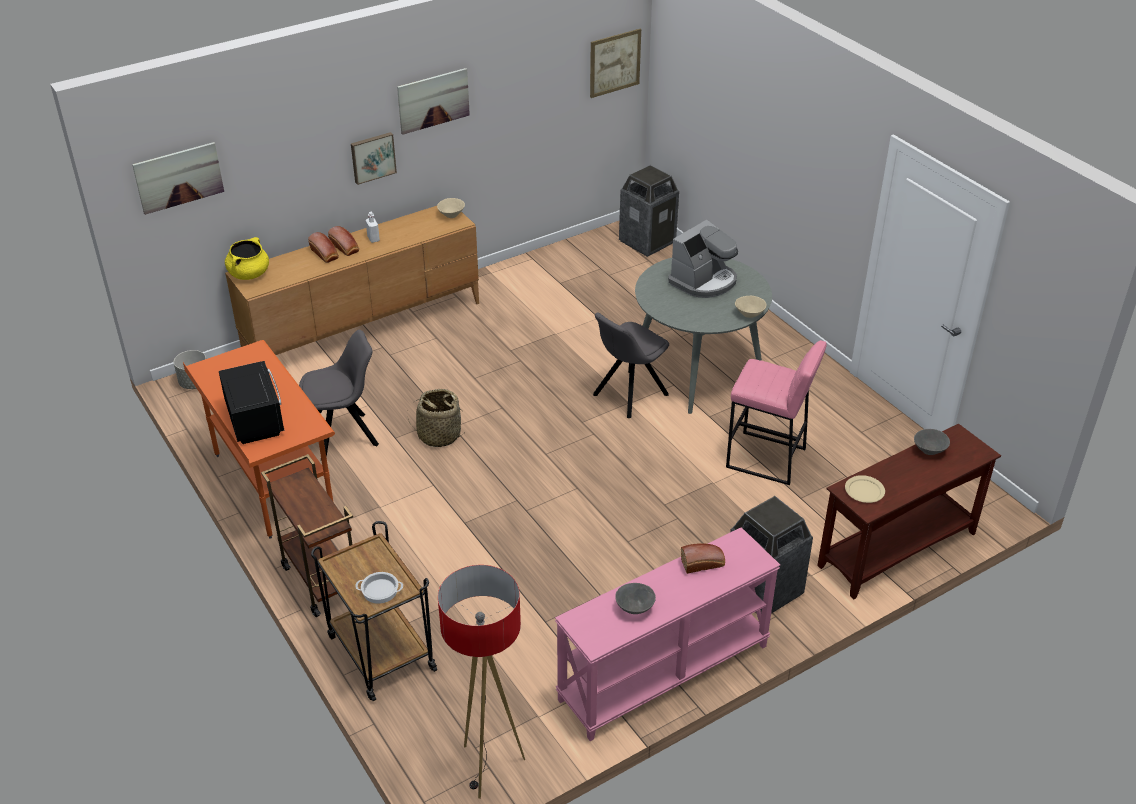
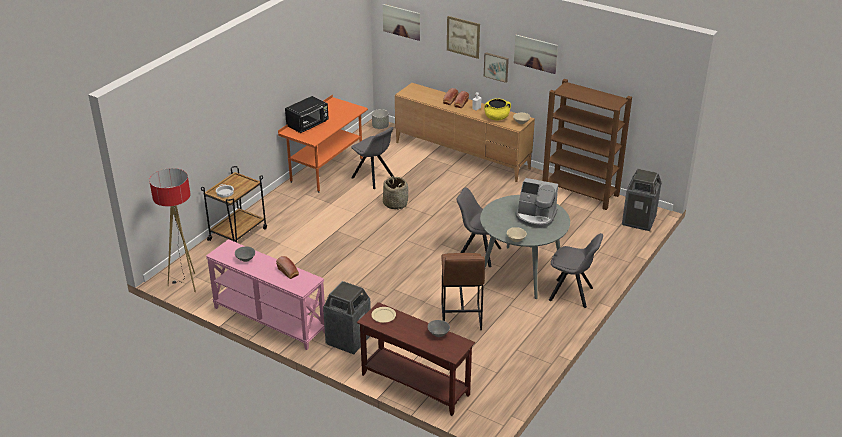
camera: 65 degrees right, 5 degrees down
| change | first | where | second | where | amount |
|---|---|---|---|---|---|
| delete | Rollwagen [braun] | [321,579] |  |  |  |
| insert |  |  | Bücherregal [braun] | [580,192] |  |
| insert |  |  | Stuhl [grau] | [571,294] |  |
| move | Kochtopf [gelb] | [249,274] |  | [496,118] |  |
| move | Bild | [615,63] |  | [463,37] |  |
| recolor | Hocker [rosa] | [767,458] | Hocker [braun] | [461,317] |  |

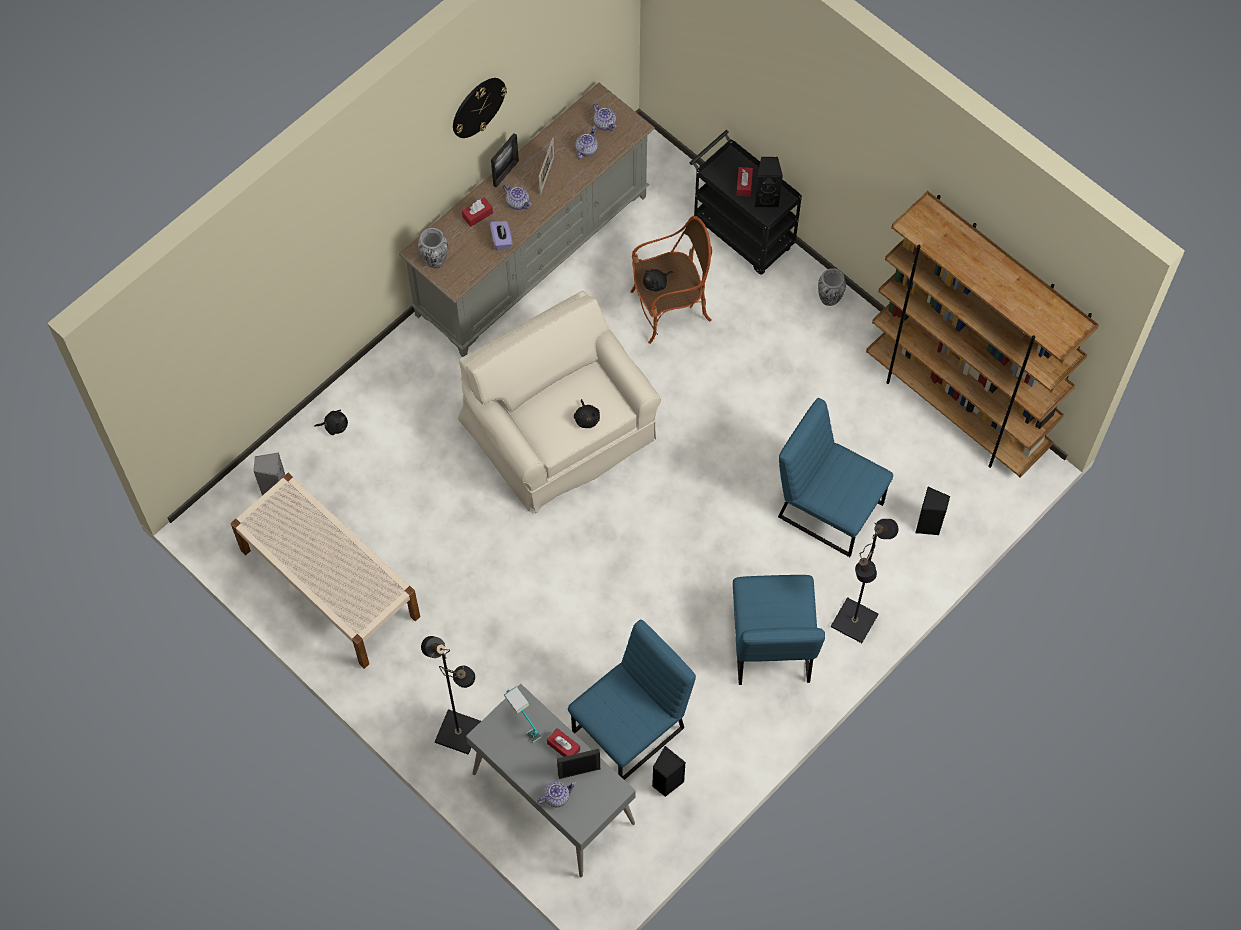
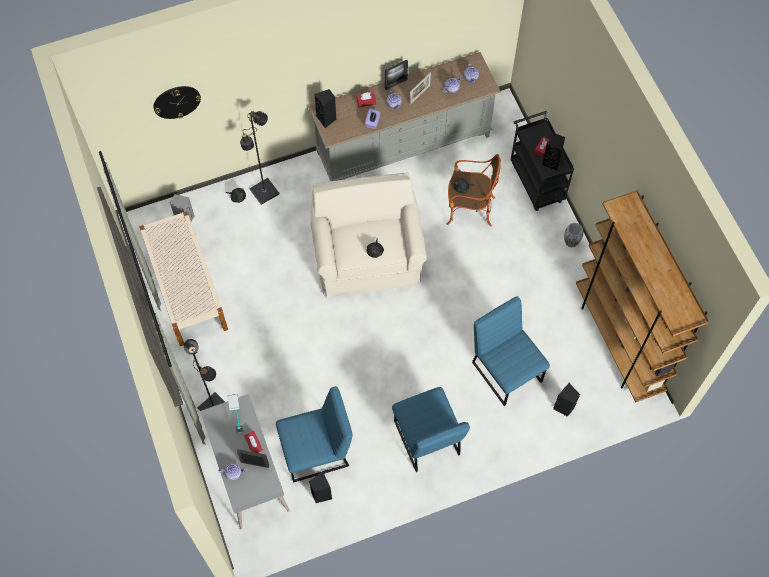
camera: 25 degrees right, 0 degrees up
| change | first | where | second | where | amount |
|---|---|---|---|---|---|
| move | Wanduhr | [478,107] |  | [176,101] |  |
| move | Stehlampe [schwarz] | [854,621] |  | [264,191] |  |
| replace | Vase | [435,261] | Lautsprecher [schwarz] | [327,119] |  |
| rotate | Stuhl [blau] | [771,647] |  | [427,440] | 45 degrees counterclockwise |

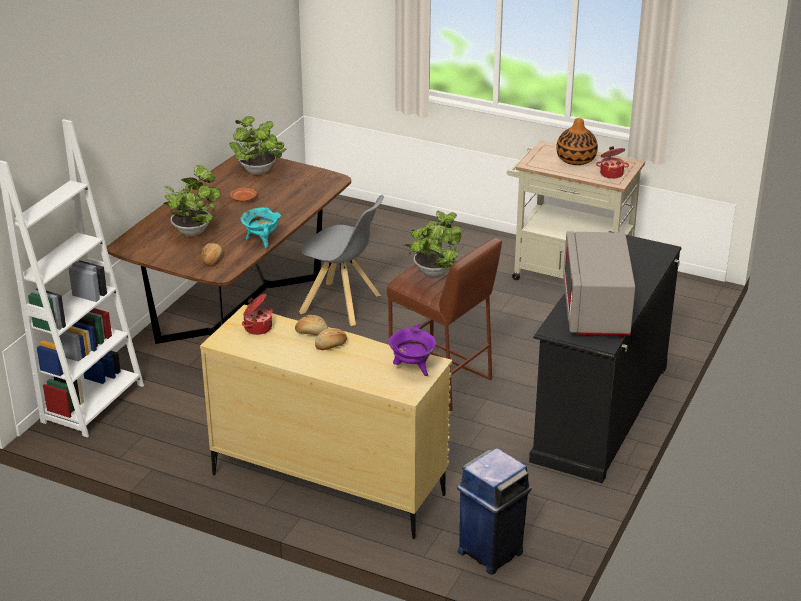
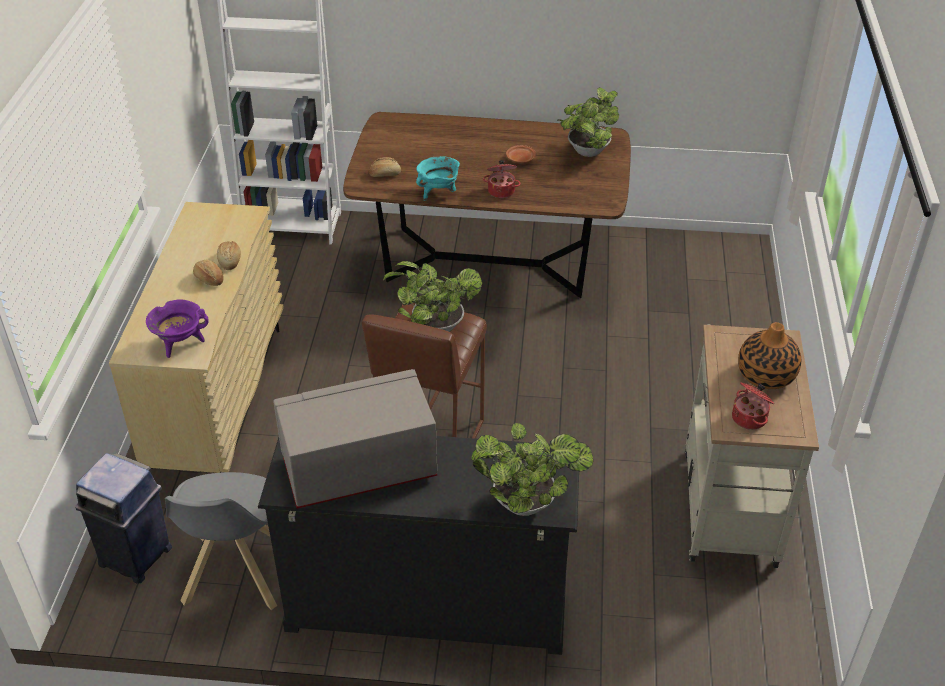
camera: 70 degrees right, 10 degrees up
| change | first | where | second | where | amount |
|---|---|---|---|---|---|
| move | Topfpflanze | [193,230] |  | [529,503] |  |
| move | Kochtopf | [257,327] |  | [501,191] |  |
| move | Stuhl [grau] | [342,304] |  | [235,574] |  |

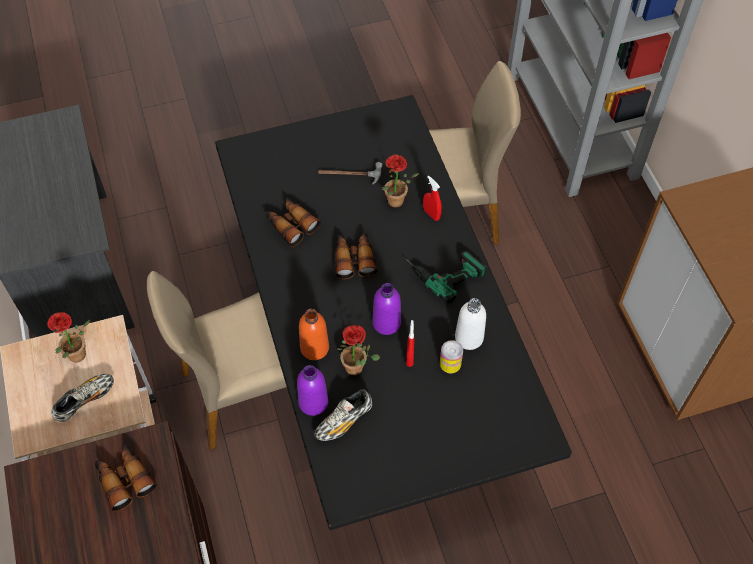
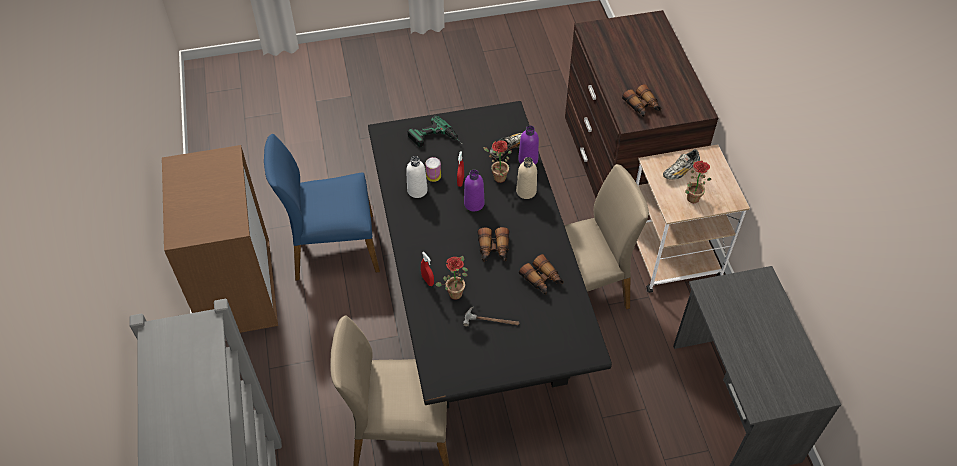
camera: 175 degrees left, 5 degrees down
| change | first | where | second | where | amount |
|---|---|---|---|---|---|
| insert |  |  | Stuhl [blau] | [333,247] |  |
| move | Bohrmaschine | [443,270] |  | [436,140] |  |
| recolor | Flasche [orange] | [314,348] | Flasche [beige] | [526,191] |  |

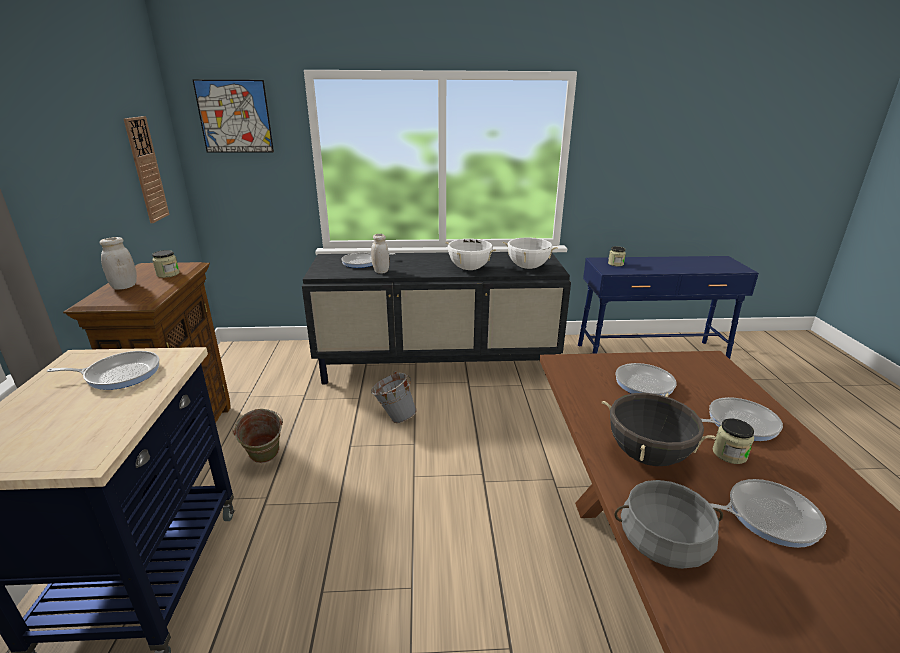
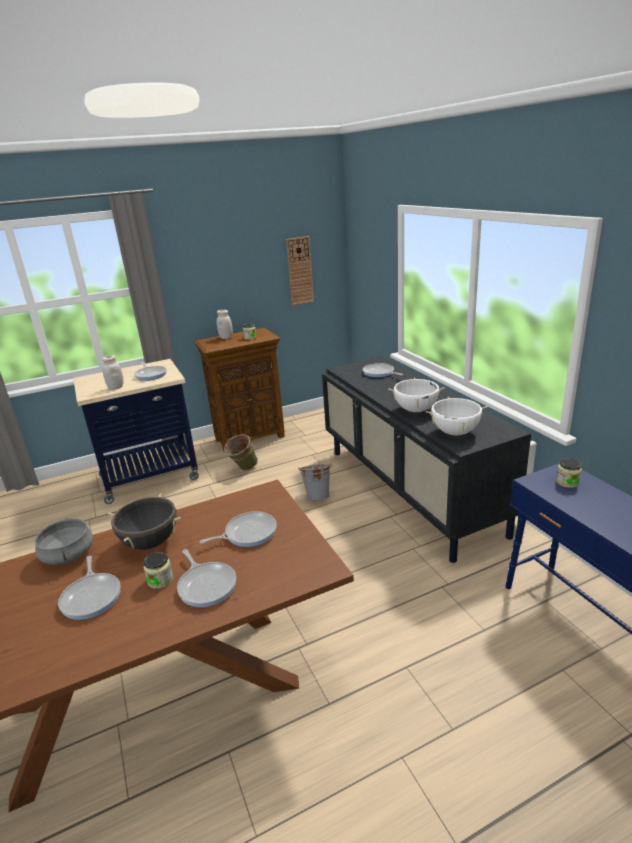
camera: 70 degrees right, 0 degrees up
| change | first | where | second | where | amount |
|---|---|---|---|---|---|
| delete | Bild | [234,117] |  |  |  |
| move | Vorratsglas [weiß] | [381,271] |  | [116,387] |  |

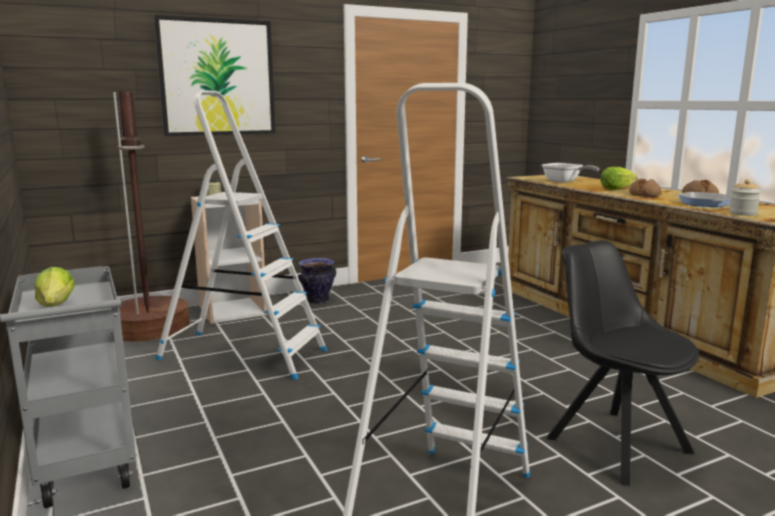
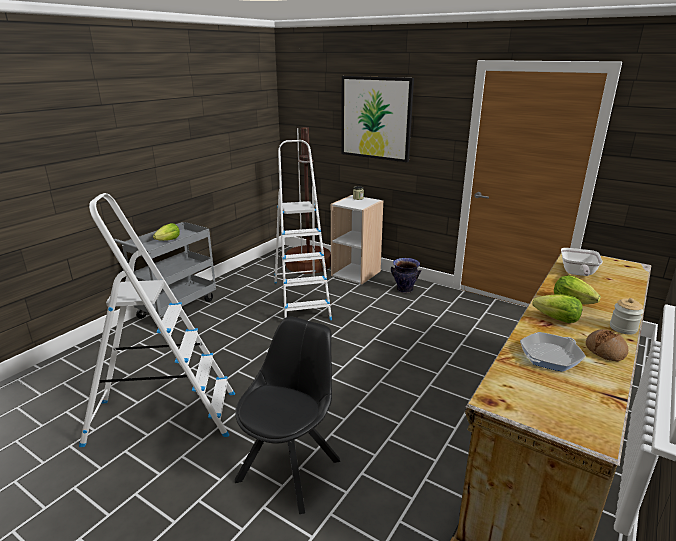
camera: 60 degrees right, 10 degrees up
| change | first | where | second | where | amount |
|---|---|---|---|---|---|
| move | Vorratsglas | [742,213] |  | [623,328] |  |
| replace | Brot | [644,195] | Salatkopf | [557,319] |  |

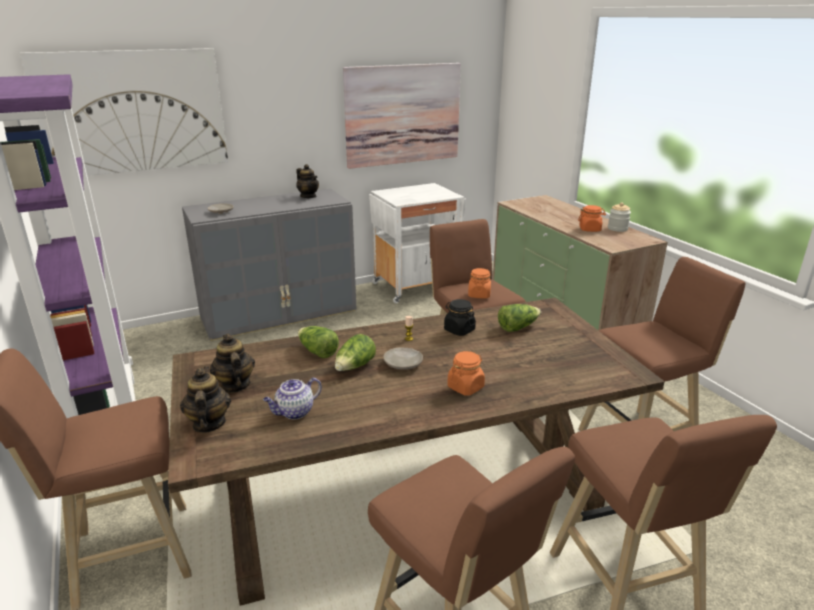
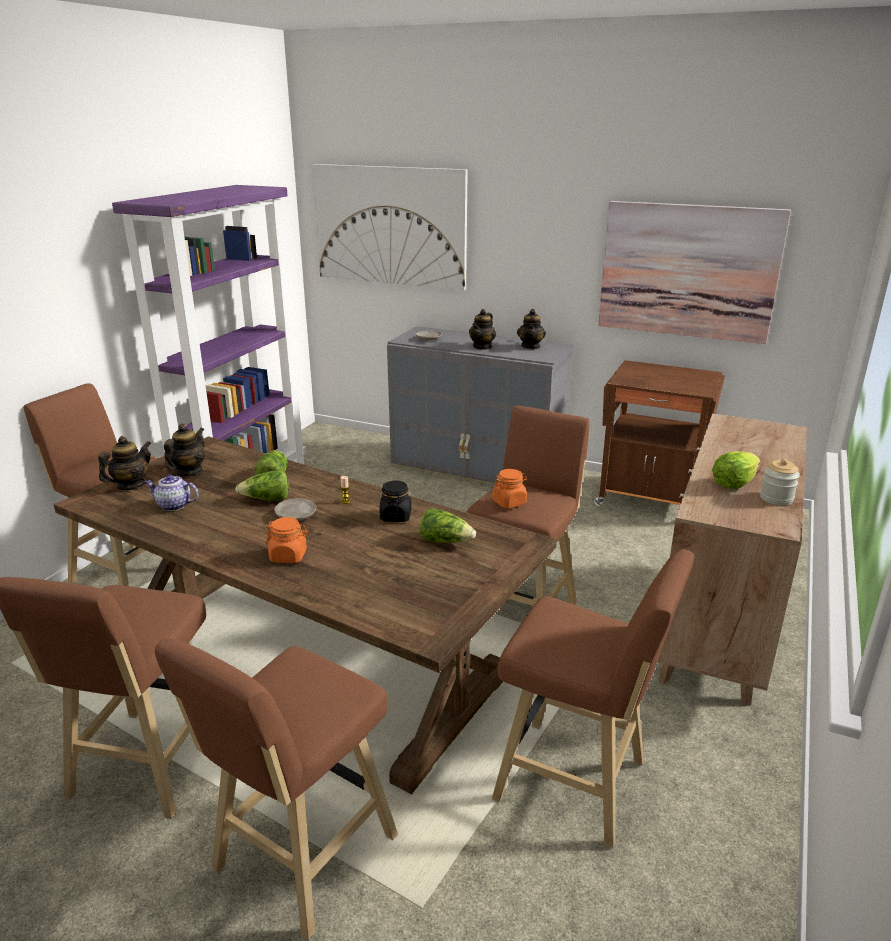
camera: 50 degrees right, 0 degrees up
| change | first | where | second | where | amount |
|---|---|---|---|---|---|
| insert |  |  | Teekanne | [482,347] |  |
| replace | Vorratsglas [orange] | [590,229] | Salatkopf | [733,484] |  |
| recolor | Rollwagen [weiß] | [415,286] | Rollwagen [braun] | [650,499] |  |

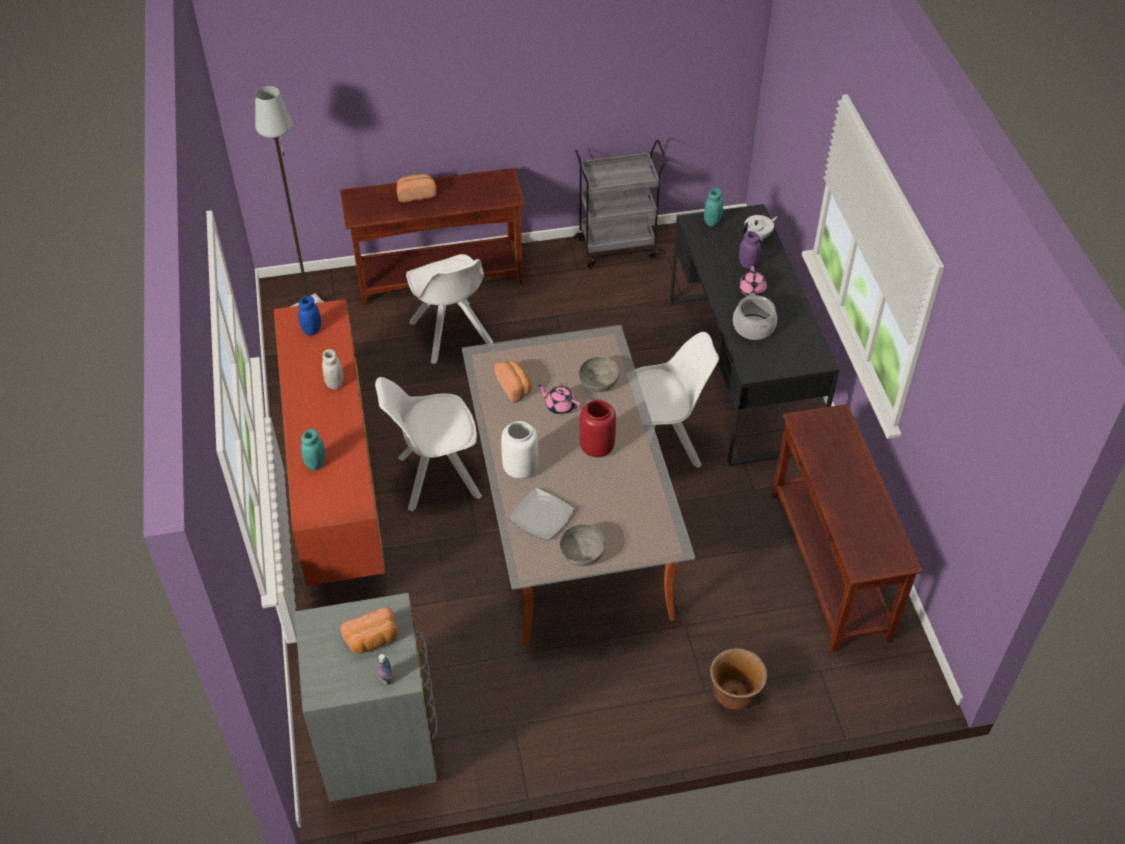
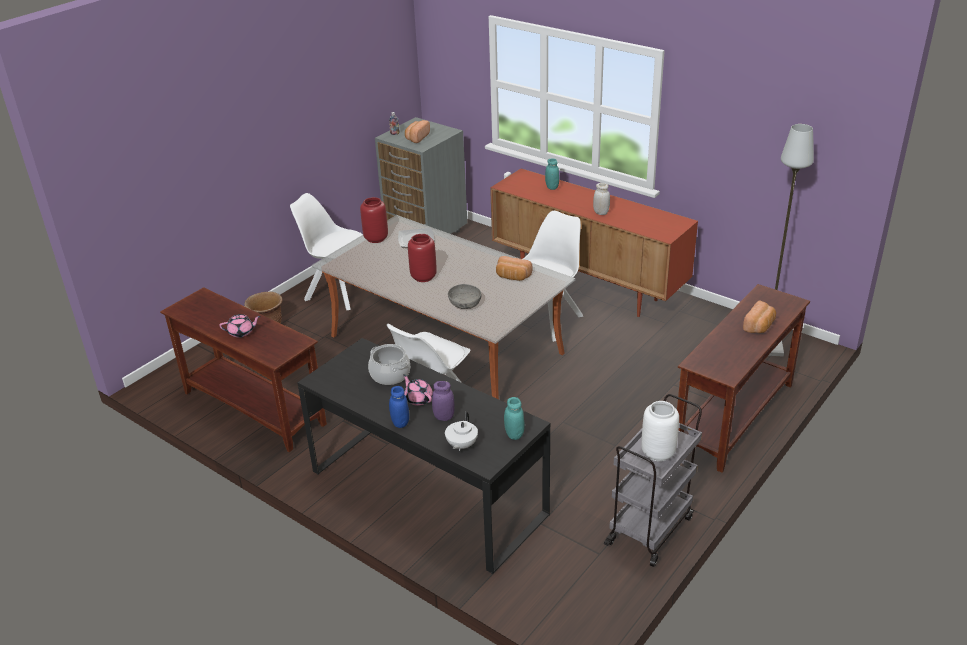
camera: 140 degrees right, 15 degrees down
| change | first | where | second | where | amount |
|---|---|---|---|---|---|
| move | Vorratsglas [blau] | [312,330] |  | [400,423] |  |
| move | Stuhl [weiß] | [451,335] |  | [337,292] |  |
| move | Vase [weiß] | [520,468] |  | [658,453] |  |
| move | Teekanne [rosa] | [559,405] |  | [241,332] |  |
| replace | Schüssel [grau] | [582,553] | Vase [rot] | [375,238] |  |

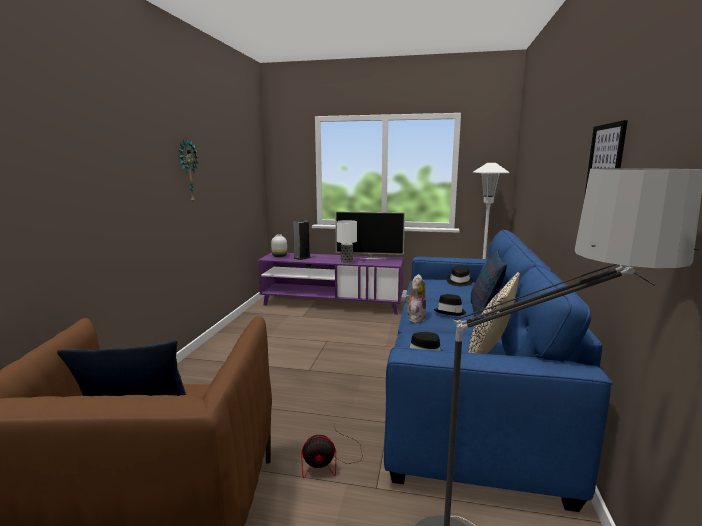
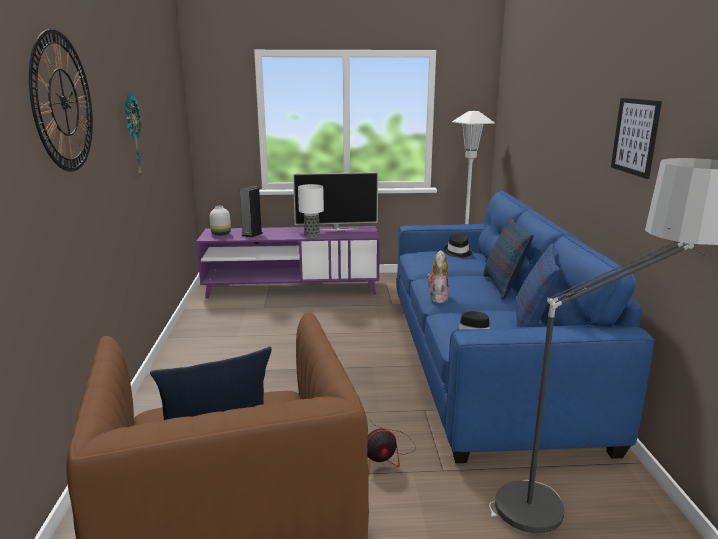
camera: 15 degrees left, 5 degrees up
| change | first | where | second | where | amount |
|---|---|---|---|---|---|
| delete | Hut [schwarz] | [450,312] |  |  |  |
| insert |  |  | Wanduhr | [63,102] |  |
| recolor | Kissen [beige] | [490,353] | Kissen [blau] | [531,326] |  |

